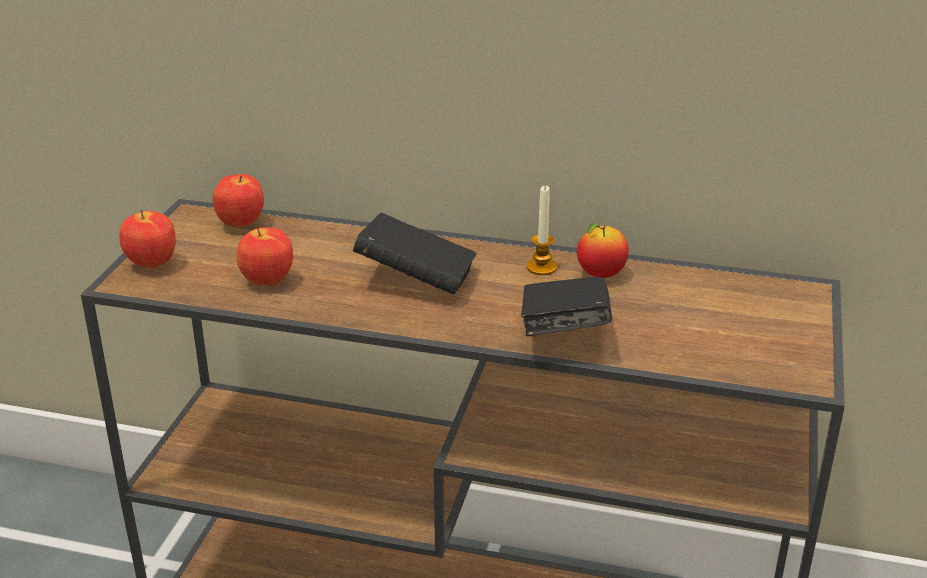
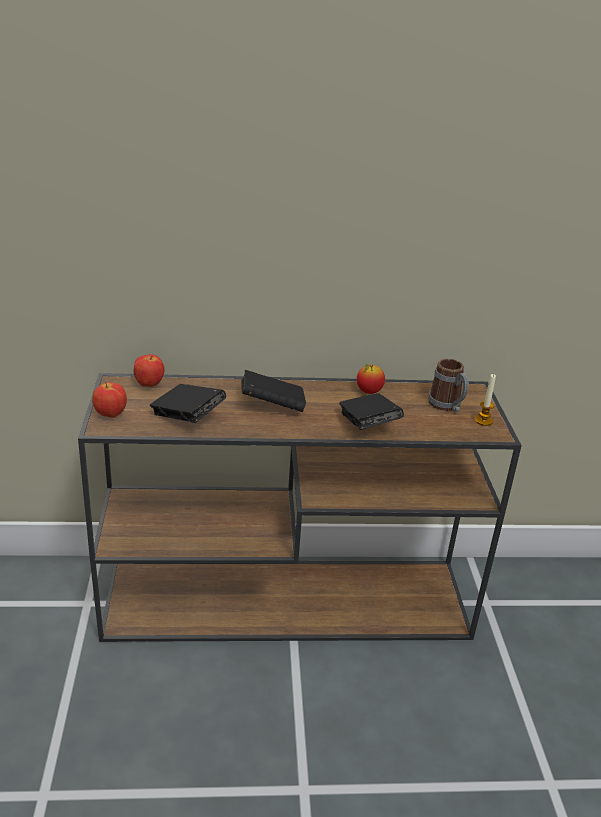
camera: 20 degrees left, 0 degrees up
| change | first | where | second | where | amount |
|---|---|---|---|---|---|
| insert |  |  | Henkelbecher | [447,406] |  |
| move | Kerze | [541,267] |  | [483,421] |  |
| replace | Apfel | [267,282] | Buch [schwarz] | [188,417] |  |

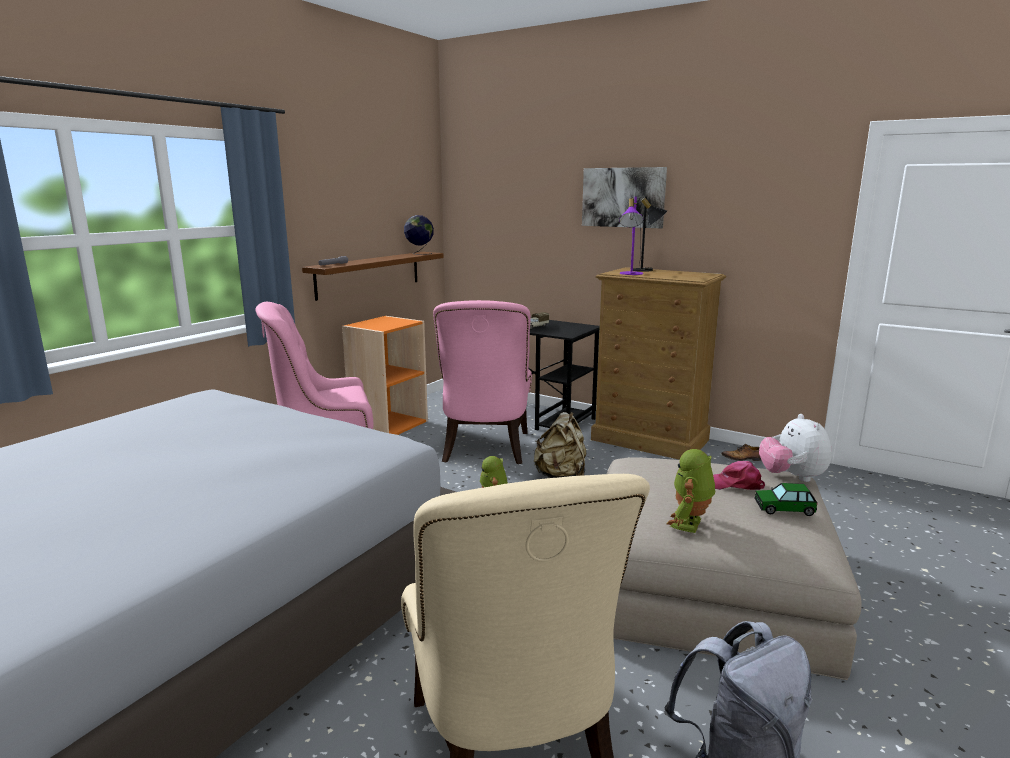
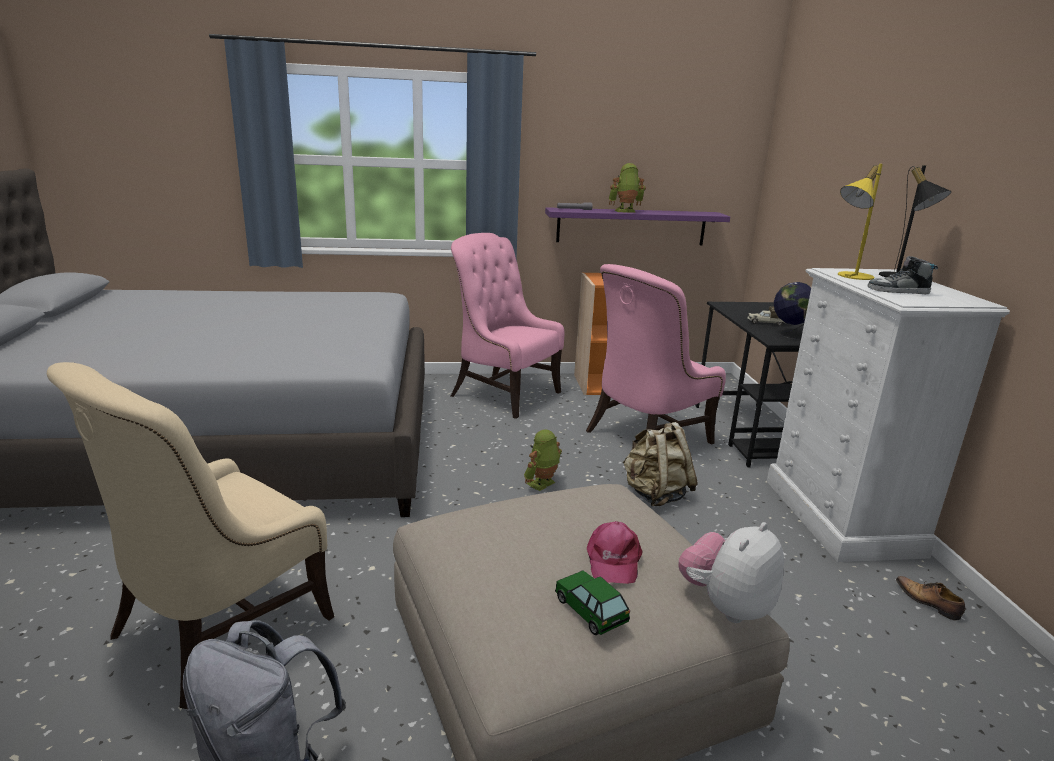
camera: 50 degrees right, 5 degrees up
| change | first | where | second | where | amount |
|---|---|---|---|---|---|
| delete | Bild | [623,197] |  |  |  |
| insert |  |  | Schuh | [898,291] |  |
| move | Globus | [419,253] |  | [789,335] |  |
| move | Spielzeugroboter | [689,524] |  | [625,211] |  |
| recolor | Wandregal [braun] | [369,274] | Wandregal [lila] | [631,226] |  |
| recolor | Kommode [braun] | [651,440] | Kommode [weiß] | [841,517] |  |
| recolor | Tischlampe [lila] | [630,274] | Tischlampe [gelb] | [849,276] |  |
| rotate | Kappe [rosa] | [734,484] |  | [613,560] | 150 degrees counterclockwise |

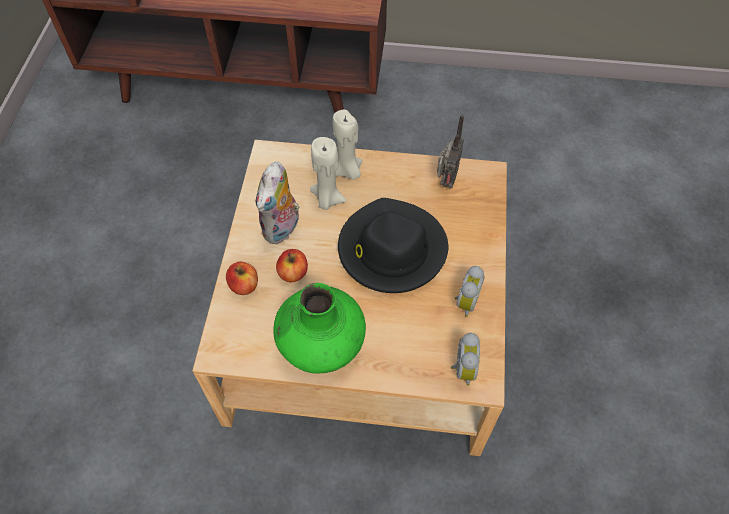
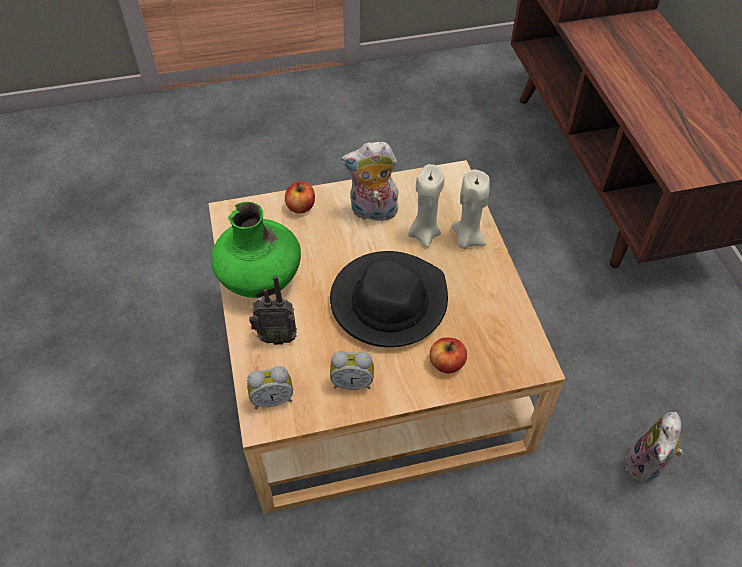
camera: 70 degrees right, 5 degrees down
| change | first | where | second | where | amount |
|---|---|---|---|---|---|
| insert |  |  | Plüschtier | [646,466] |  |
| move | Apfel | [293,273] |  | [447,363] |  |
| move | Radio | [445,182] |  | [276,337] |  |

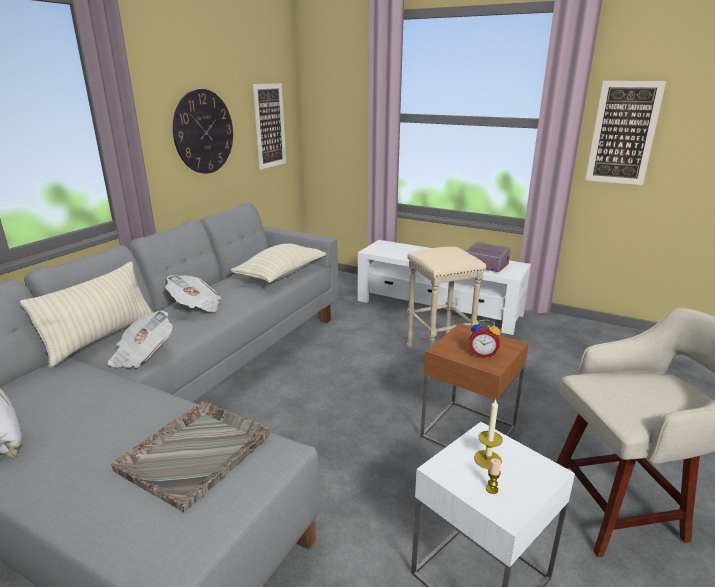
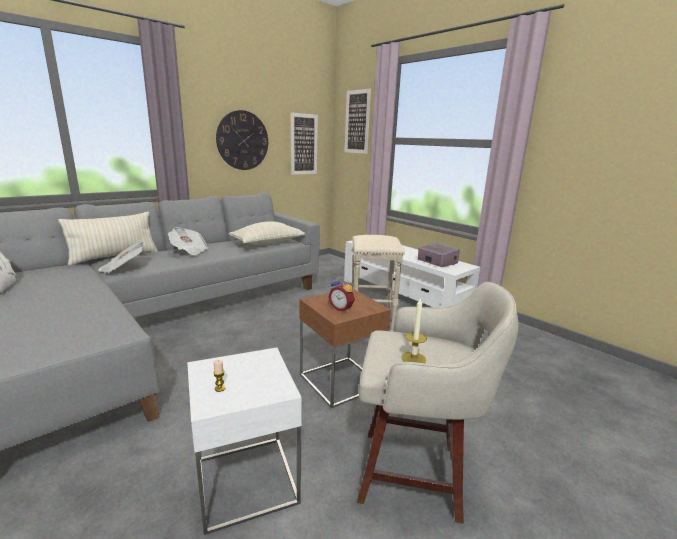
camera: 20 degrees right, 5 degrees down
| change | first | where | second | where | amount |
|---|---|---|---|---|---|
| delete | Tablett [grau] | [196,452] |  |  |  |
| move | Kerze | [487,459] |  | [413,358] |  |
| move | Bild | [623,133] |  | [357,122] |  |

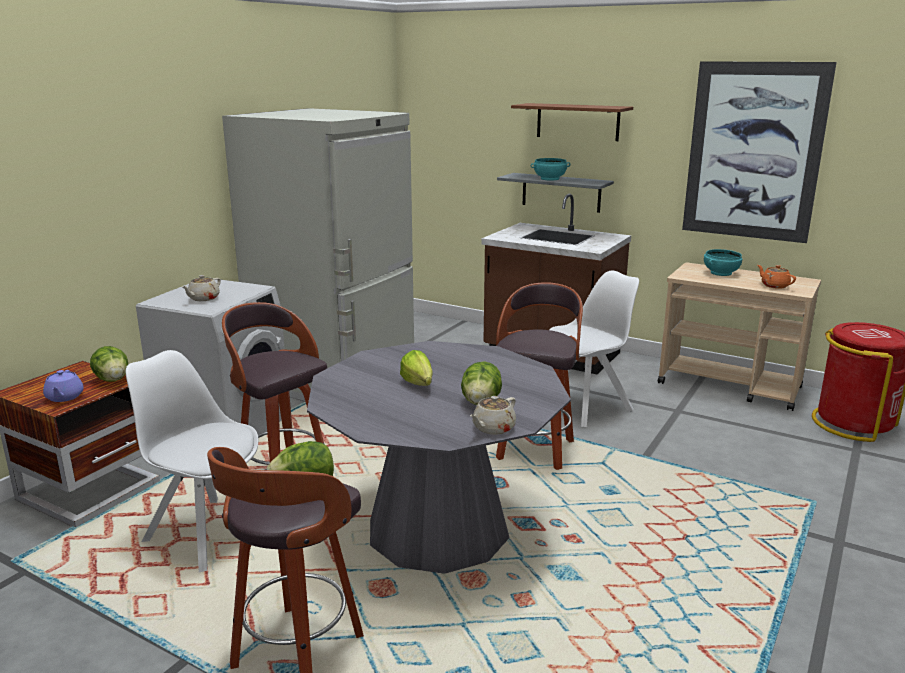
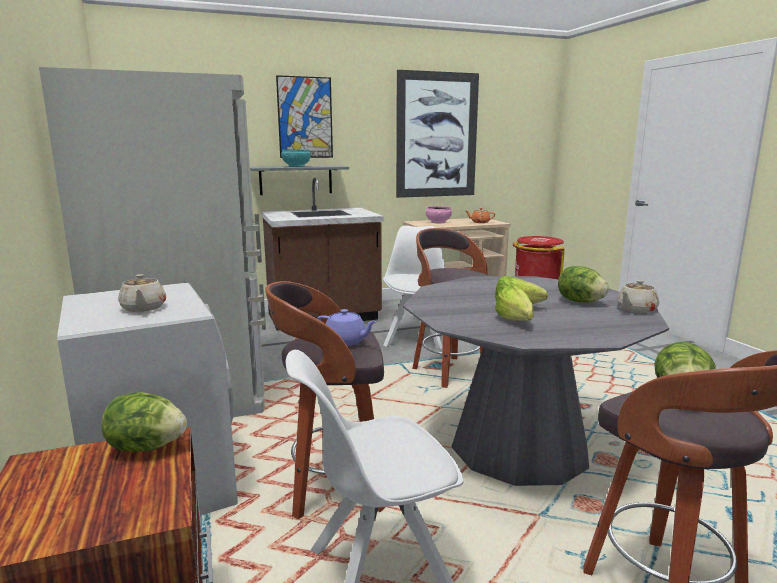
camera: 50 degrees left, 5 degrees down
| change | first | where | second | where | amount |
|---|---|---|---|---|---|
| insert |  |  | Salatkopf | [516,323] |  |
| move | Teekanne [lila] | [64,397] |  | [346,341] |  |
| replace | Wandregal [braun] | [577,122] | Bild | [305,117] |  |
| recolor | Schüssel [türkis] | [720,273] | Schüssel [rosa] | [438,222] |  |
| rotate | Teekanne [beige] | [493,428] |  | [636,309] | 60 degrees clockwise |

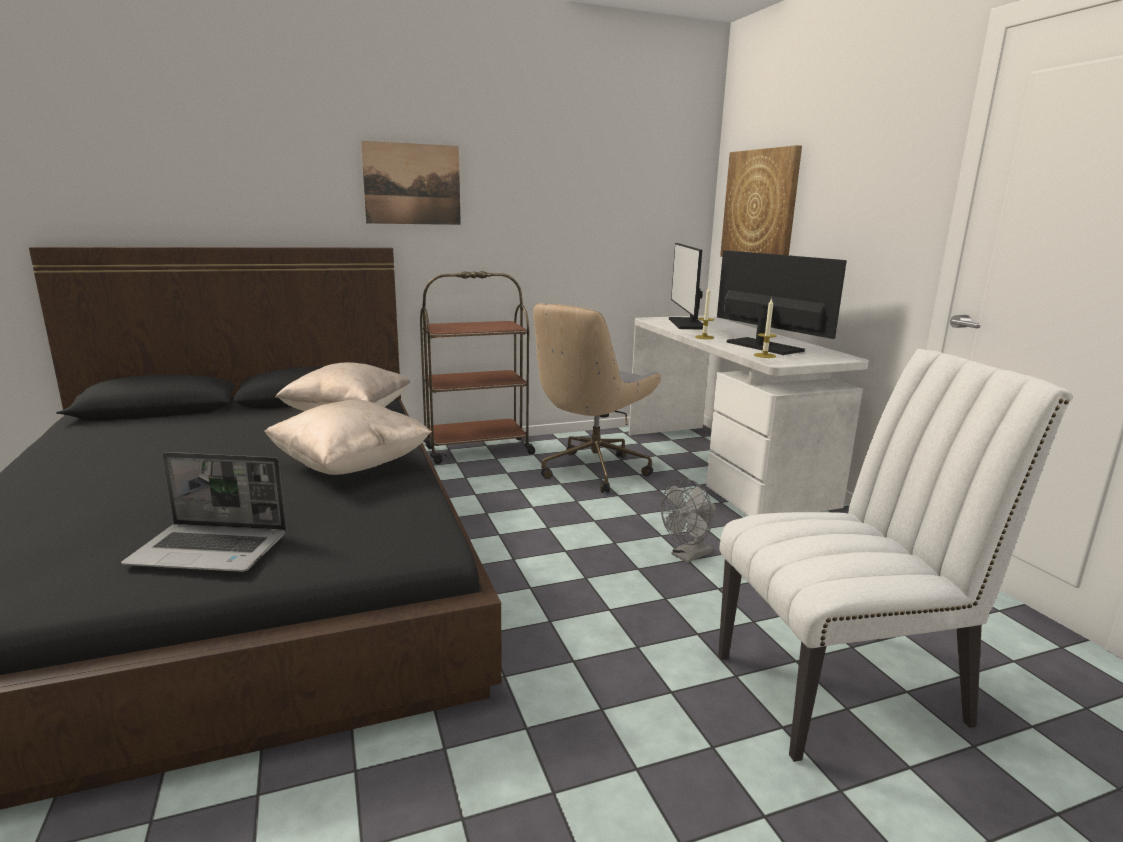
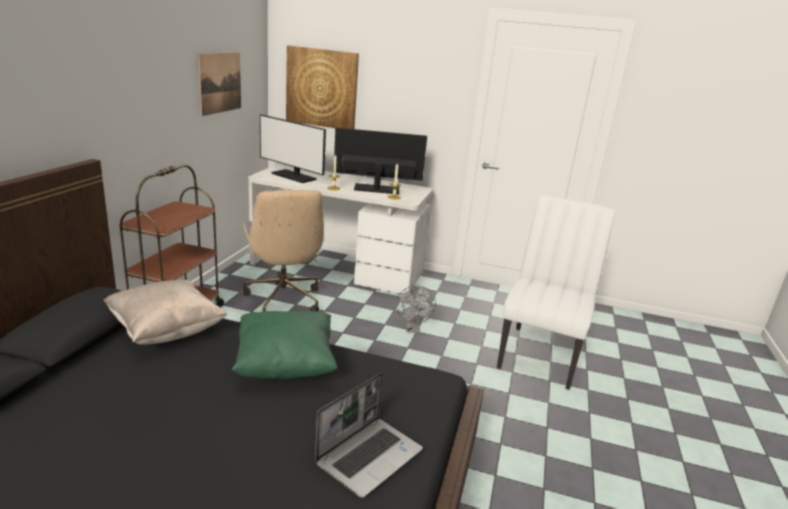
camera: 55 degrees left, 5 degrees up
| change | first | where | second | where | amount |
|---|---|---|---|---|---|
| move | Bild | [412,184] |  | [220,83] |  |
| recolor | Kissen [beige] | [351,466] | Kissen [grün] | [285,365] |  |

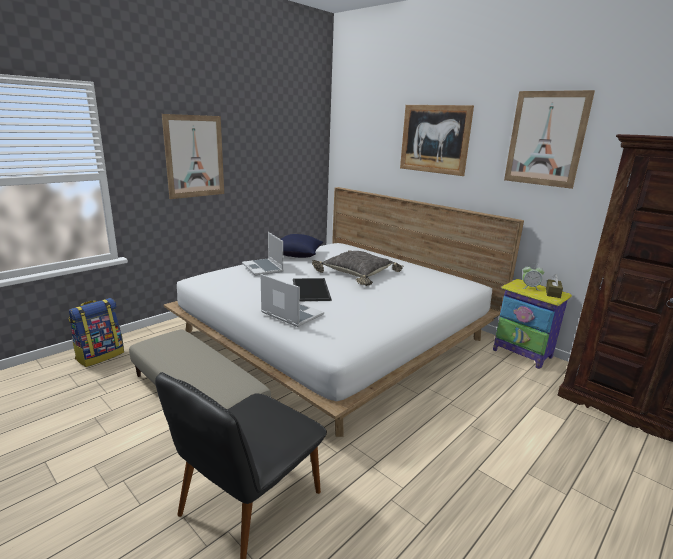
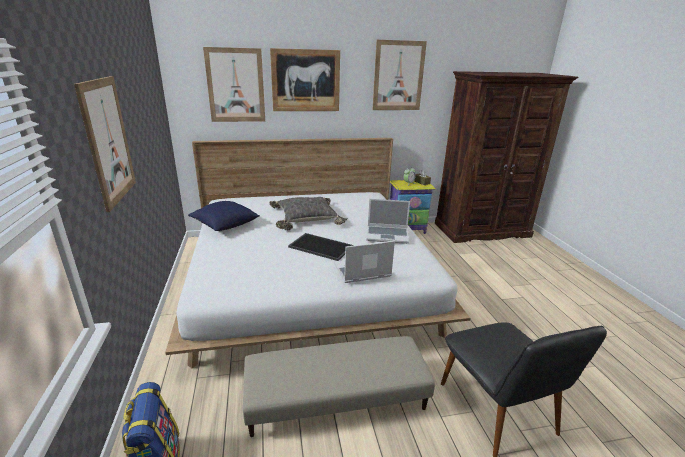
camera: 55 degrees left, 5 degrees up
| change | first | where | second | where | amount |
|---|---|---|---|---|---|
| insert |  |  | Bild | [235,85] |  |
| move | Laptop | [263,268] |  | [387,235] |  |

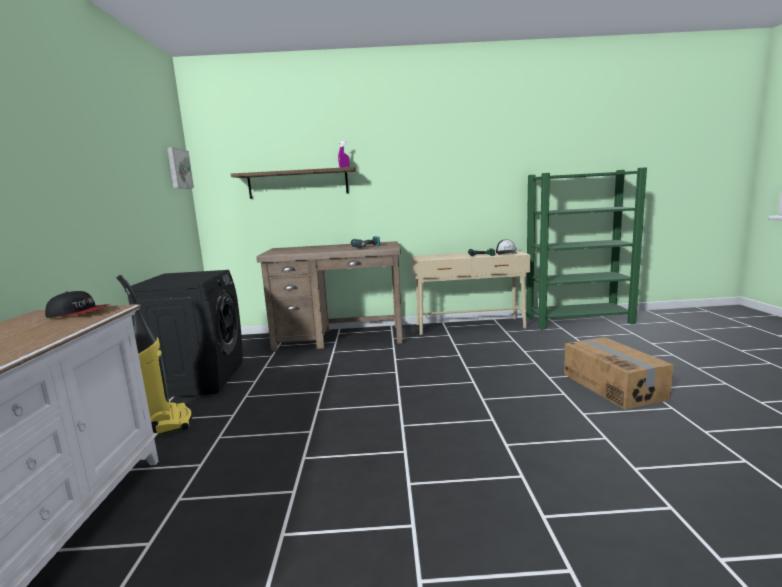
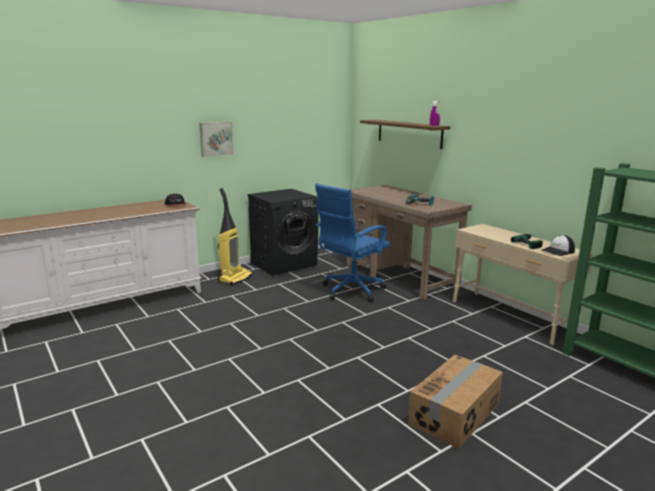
camera: 55 degrees right, 5 degrees up
| change | first | where | second | where | amount |
|---|---|---|---|---|---|
| insert |  |  | Bürostuhl [blau] | [350,291] |  |
| move | Bild | [178,169] |  | [216,138] |  |

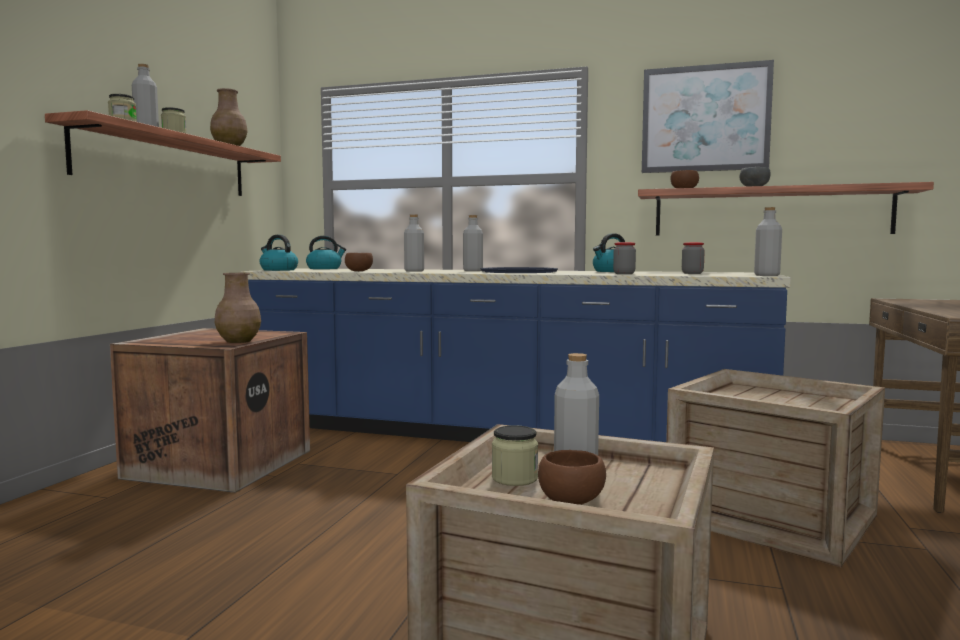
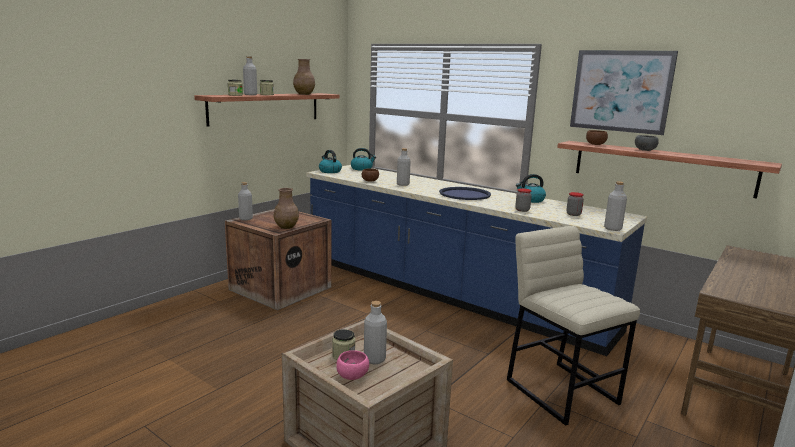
camera: 20 degrees right, 10 degrees up
| change | first | where | second | where | amount |
|---|---|---|---|---|---|
| move | Flasche [grau] | [473,271] |  | [246,219] |  |
| replace | Kiste | [768,515] | Stuhl [beige] | [559,390] |  |
| recolor | Schüssel [braun] | [572,500] | Schüssel [rosa] | [353,376] |  |

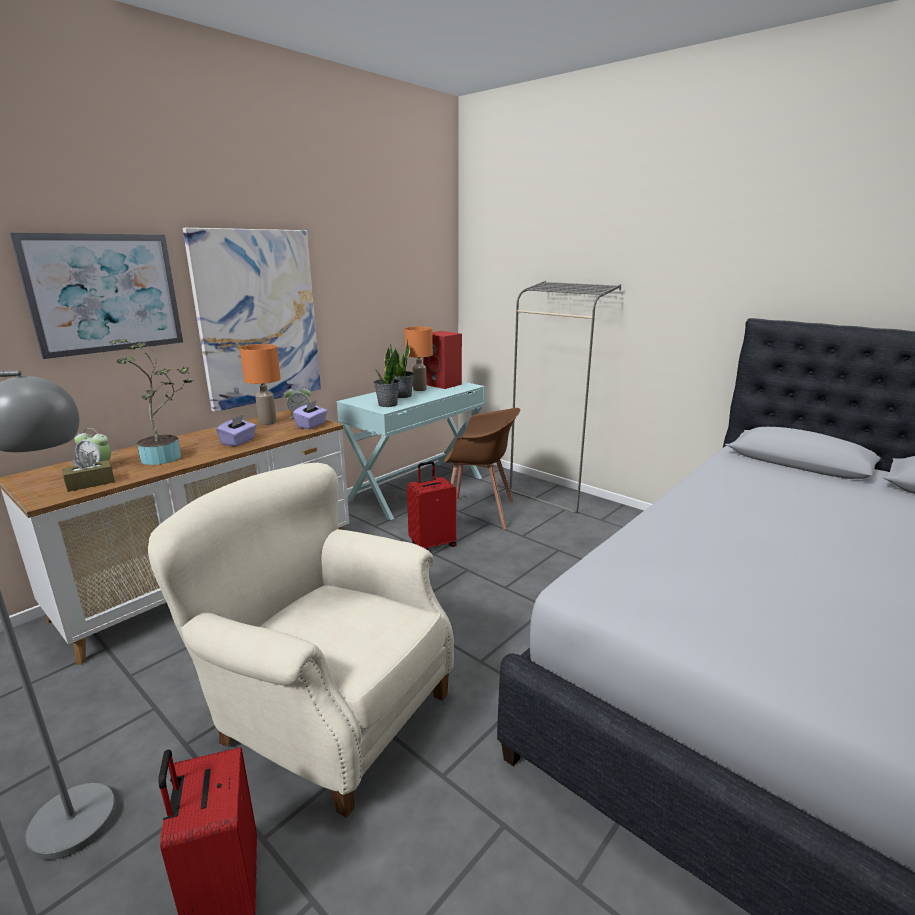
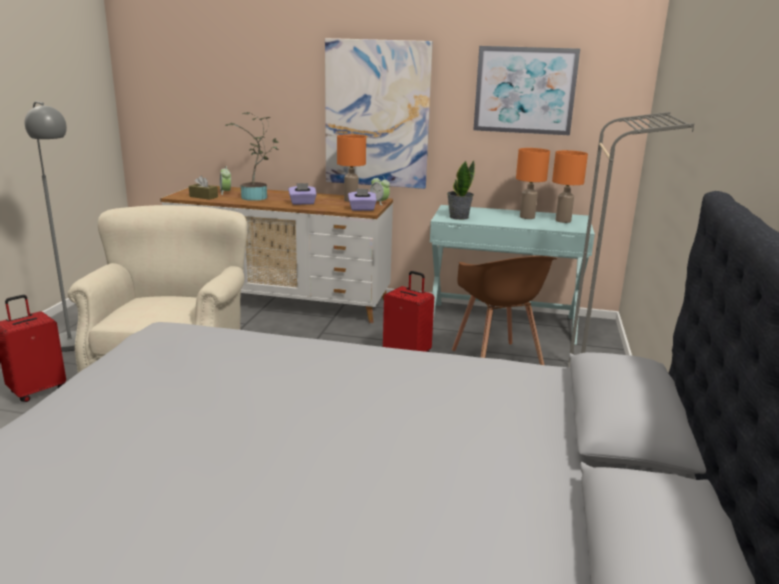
camera: 60 degrees right, 0 degrees up
| change | first | where | second | where | amount |
|---|---|---|---|---|---|
| delete | Topfpflanze | [402,395] |  |  |  |
| move | Bild | [105,293] |  | [525,90] |  |
| replace | Lautsprecher [rot] | [443,384] | Tischlampe [orange] | [563,221] |  |

